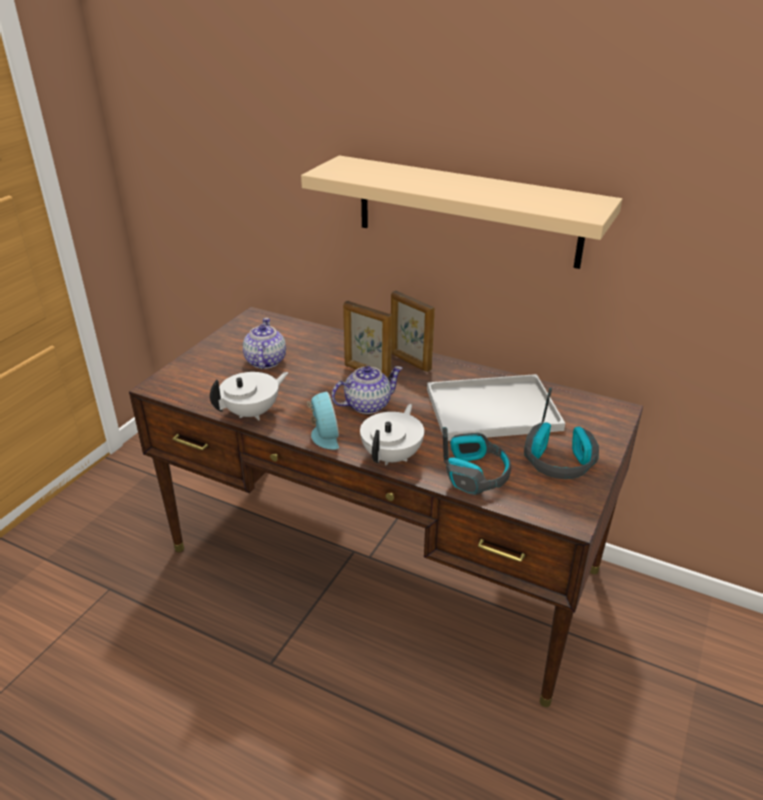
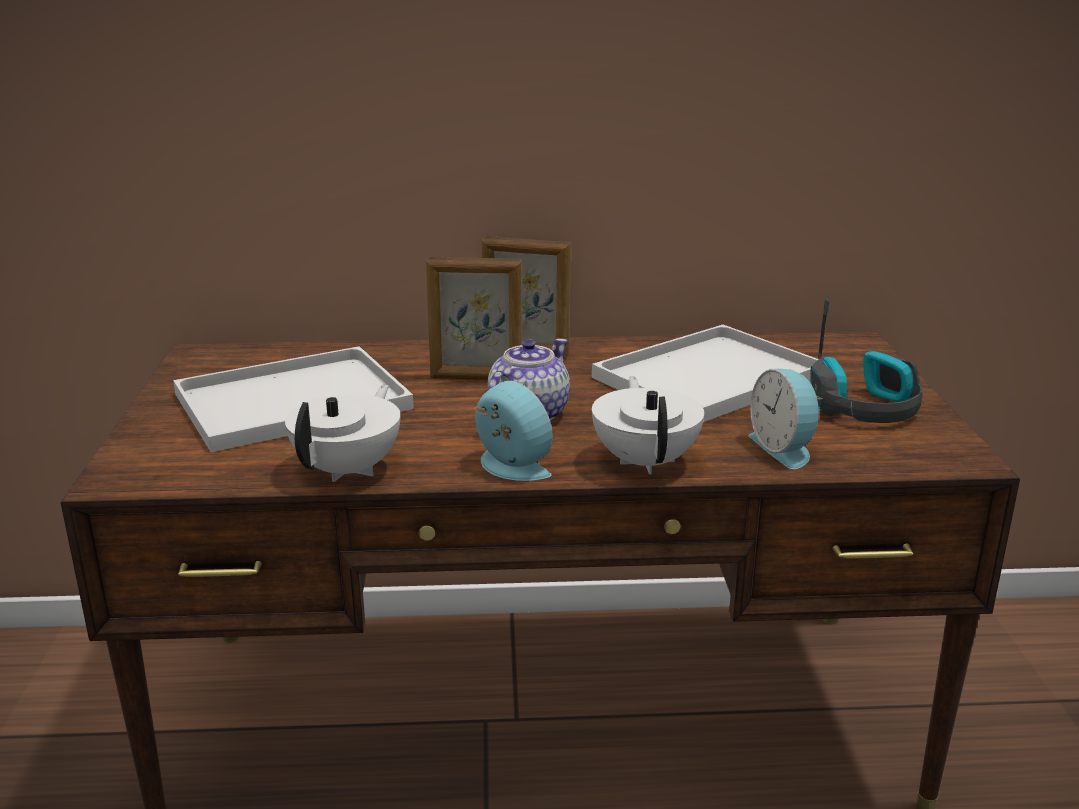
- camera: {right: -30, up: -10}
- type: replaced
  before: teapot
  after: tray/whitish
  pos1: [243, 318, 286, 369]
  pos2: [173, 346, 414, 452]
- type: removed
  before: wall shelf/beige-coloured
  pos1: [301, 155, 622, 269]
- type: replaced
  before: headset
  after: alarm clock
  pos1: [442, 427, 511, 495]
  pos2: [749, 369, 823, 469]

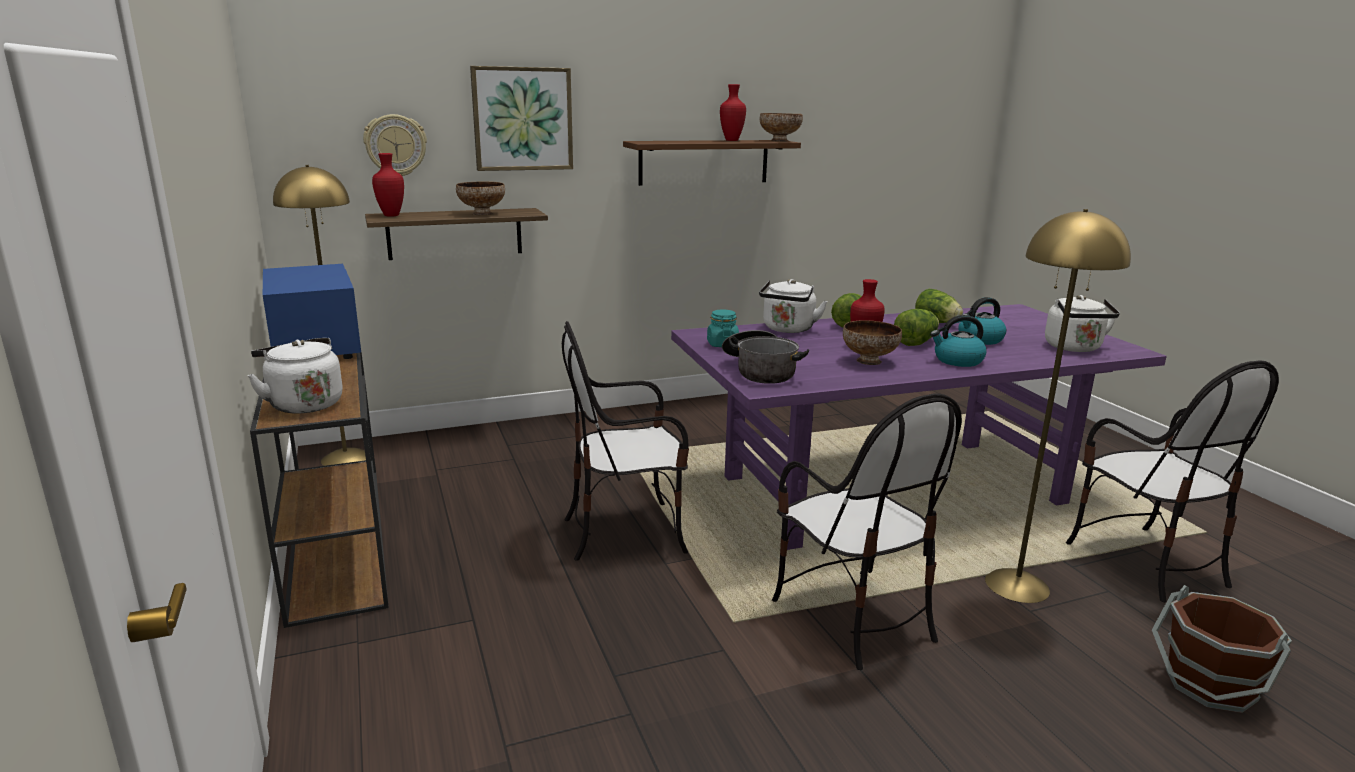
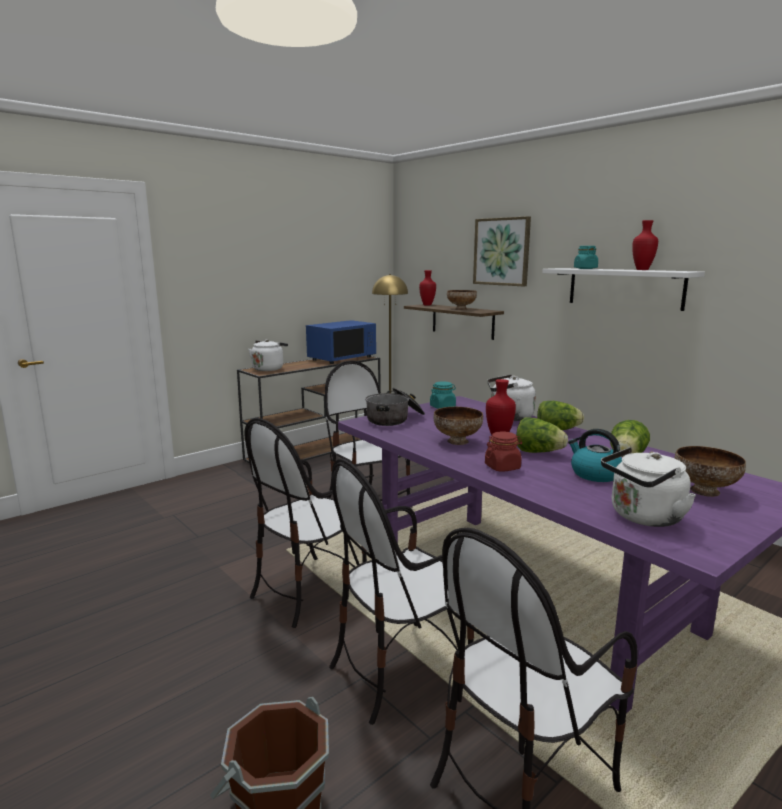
- camera: {right: 70, up: -5}
- type: removed
  before: wall clock
  pos1: [363, 114, 427, 176]
- type: recoloured
  before: wall shelf/brown-coloured
  after: wall shelf/whitish
  pos1: [623, 140, 801, 186]
  pos2: [542, 268, 705, 311]
- type: moved
  before: bowl
  pos1: [760, 113, 803, 142]
  pos2: [675, 446, 746, 497]
- type: replaced
  before: kettle
  after: preserve jar/red
  pos1: [930, 315, 987, 367]
  pos2: [485, 431, 522, 472]
- type: replaced
  before: floor lamp/yellowish
  after: plain chair
  pos1: [985, 209, 1131, 603]
  pos2: [329, 458, 474, 725]
- type: added
  after: preserve jar/turquoise-coloured
  pos2: [574, 246, 598, 269]

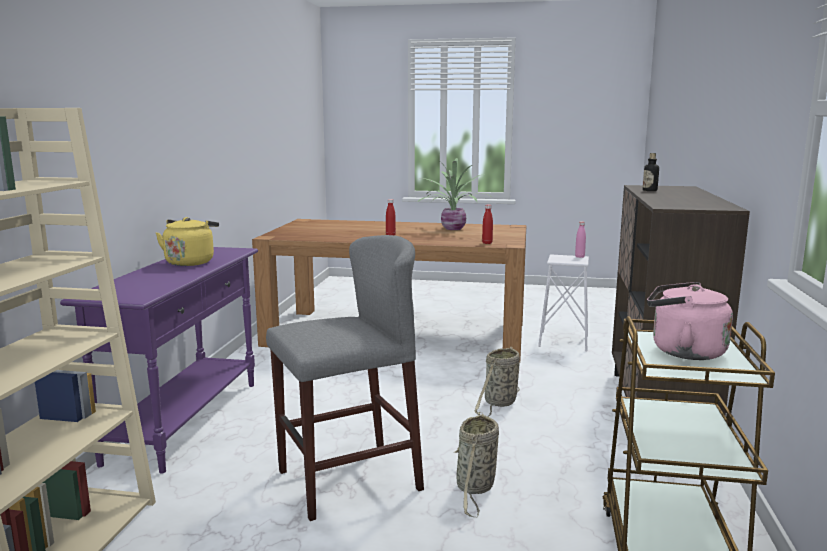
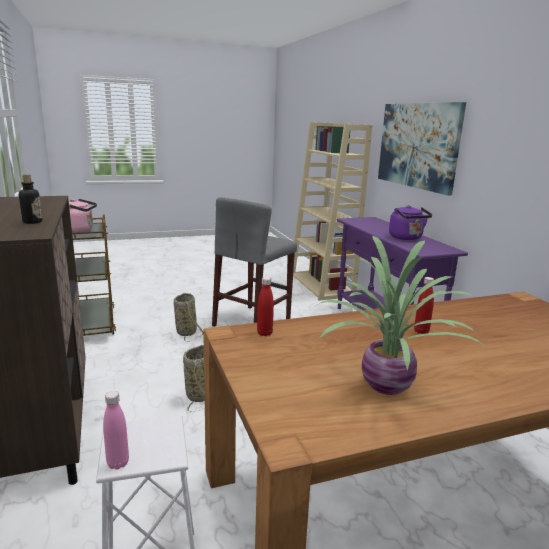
- camera: {right: 150, up: 5}
- type: recoloured
  before: kettle/yellowish
  after: kettle/purplish
  pos1: [156, 217, 219, 266]
  pos2: [389, 205, 432, 240]
- type: added
  after: picture
  pos2: [378, 102, 466, 195]

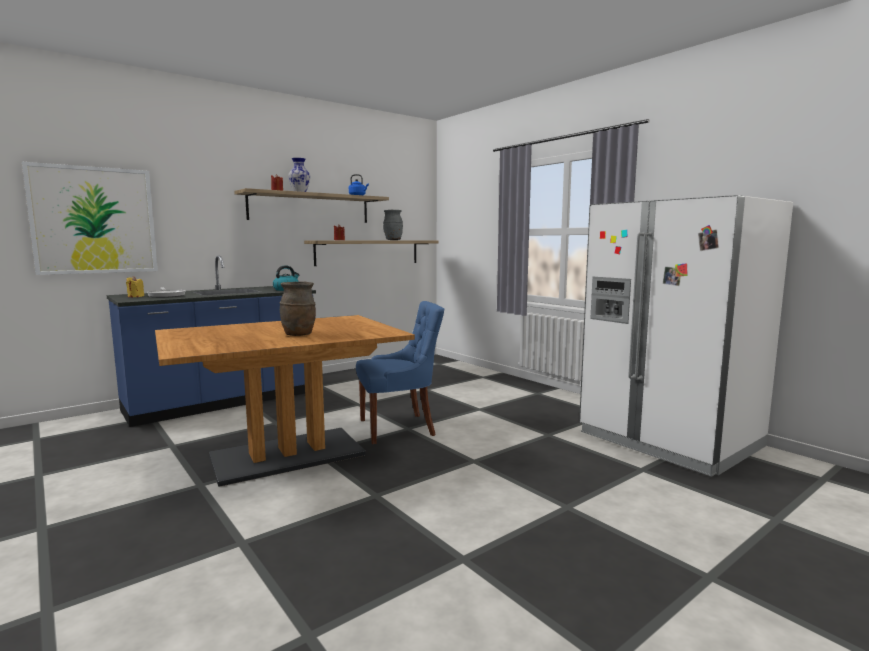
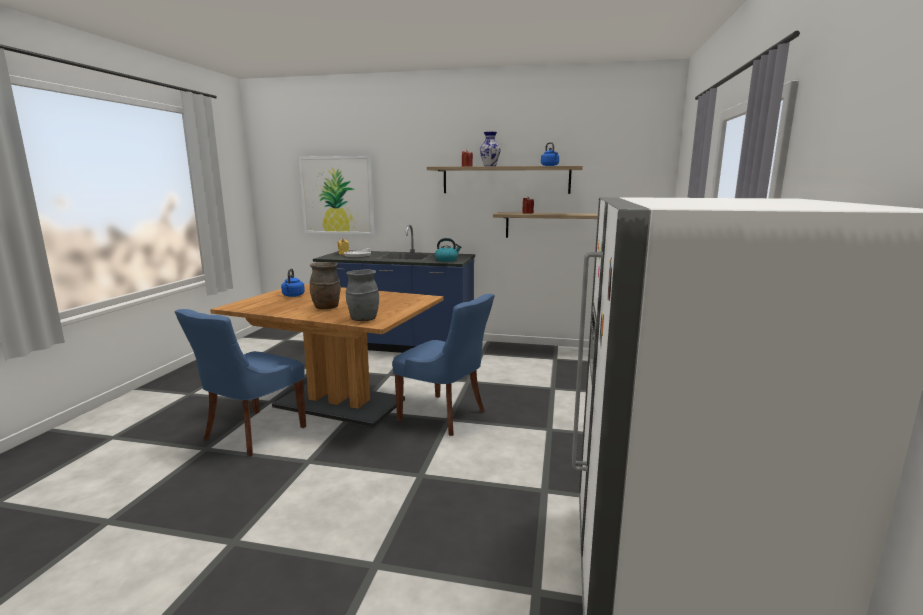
- camera: {right: 50, up: 5}
- type: moved
  before: flower vase/grey
  pos1: [383, 210, 403, 240]
  pos2: [346, 269, 379, 321]
- type: added
  after: plain chair/bluish
  pos2: [175, 309, 306, 457]
- type: added
  after: kettle/bluish
  pos2: [281, 269, 305, 297]

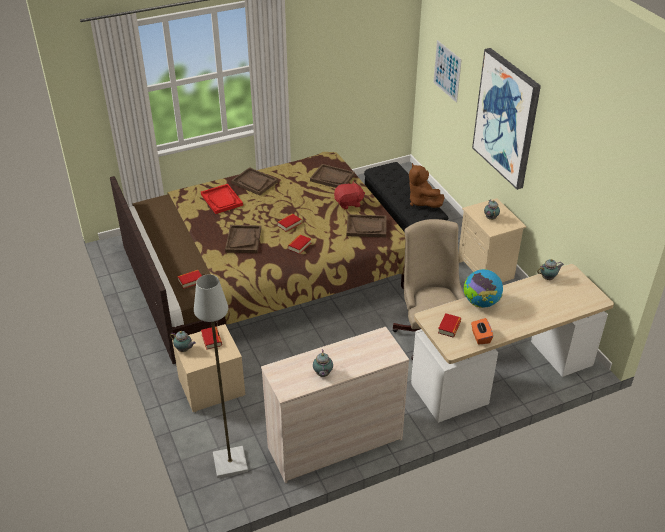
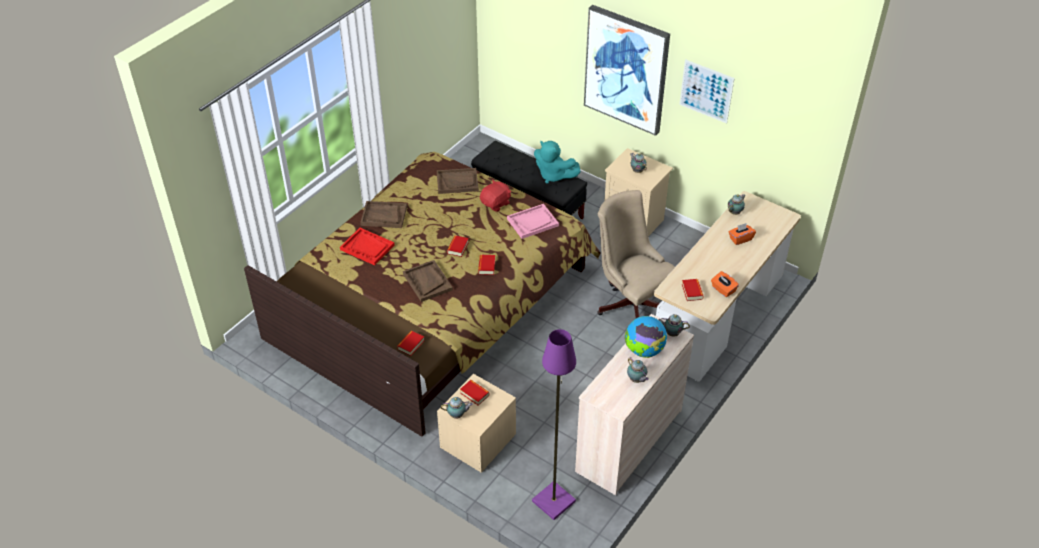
- camera: {right: -30, up: 5}
- type: recoloured
  before: floor lamp/grey
  after: floor lamp/purplish
  pos1: [194, 274, 248, 478]
  pos2: [532, 329, 576, 520]
- type: recoloured
  before: tray/brown-coloured
  after: tray/pinkish
  pos1: [346, 214, 386, 237]
  pos2: [507, 204, 559, 239]
- type: recoloured
  before: cuddly toy/brown-coloured
  after: cuddly toy/turquoise-coloured
  pos1: [409, 163, 445, 208]
  pos2: [534, 141, 581, 184]
- type: moved
  before: picture
  pos1: [433, 40, 462, 103]
  pos2: [679, 59, 734, 124]
- type: moved
  before: world globe
  pos1: [463, 269, 503, 308]
  pos2: [625, 316, 667, 358]
- type: added
  after: teapot
  pos2: [658, 314, 690, 337]
- type: added
  after: tissue box/orange
  pos2: [729, 223, 756, 245]

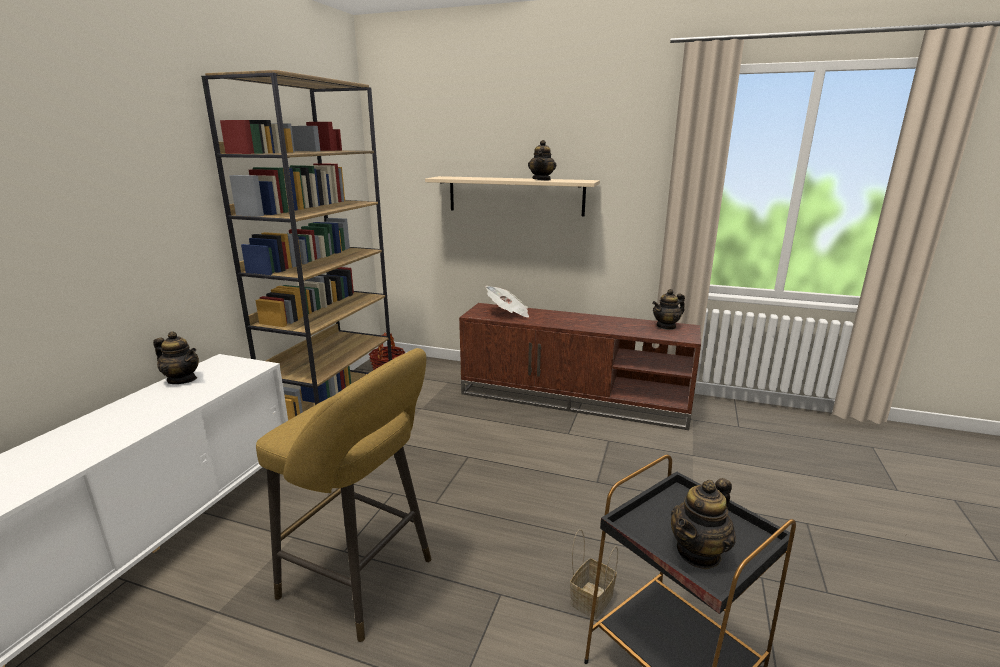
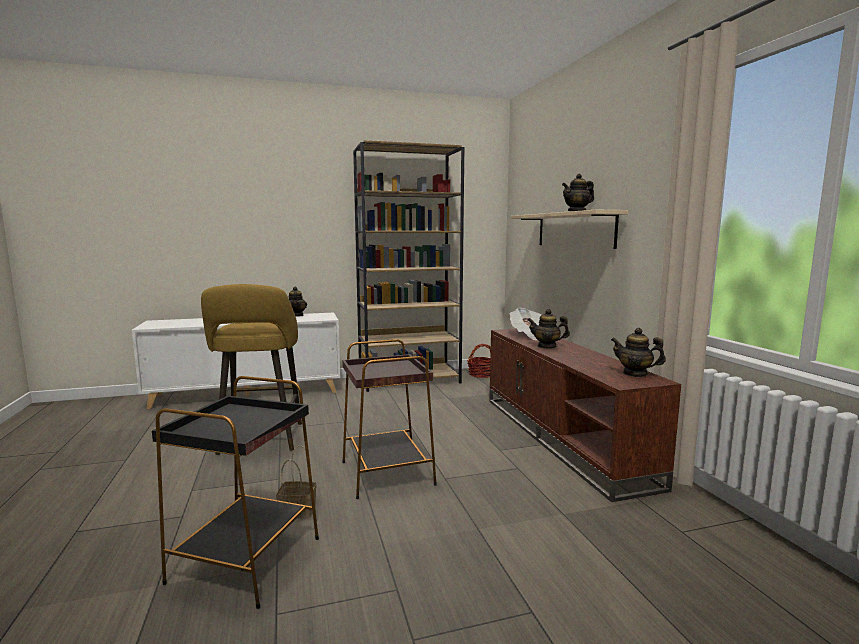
- camera: {right: 55, up: -10}
- type: moved
  before: teapot
  pos1: [671, 478, 736, 570]
  pos2: [528, 309, 570, 349]
- type: added
  after: side table/brown-coloured
  pos2: [342, 339, 437, 499]

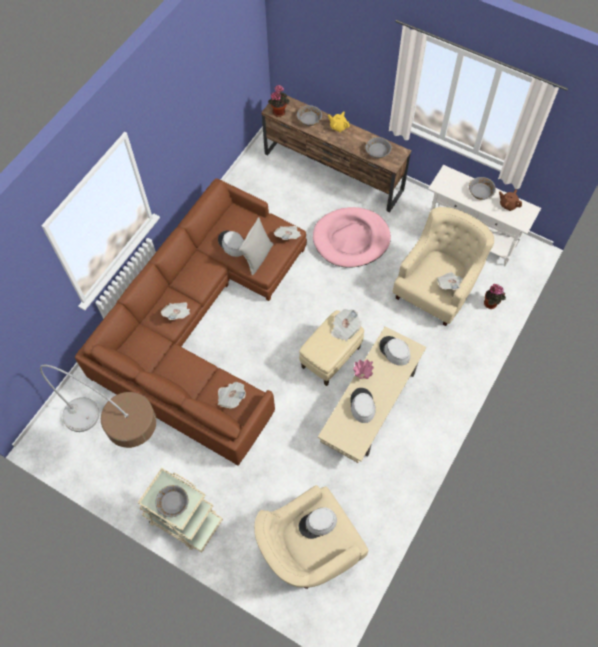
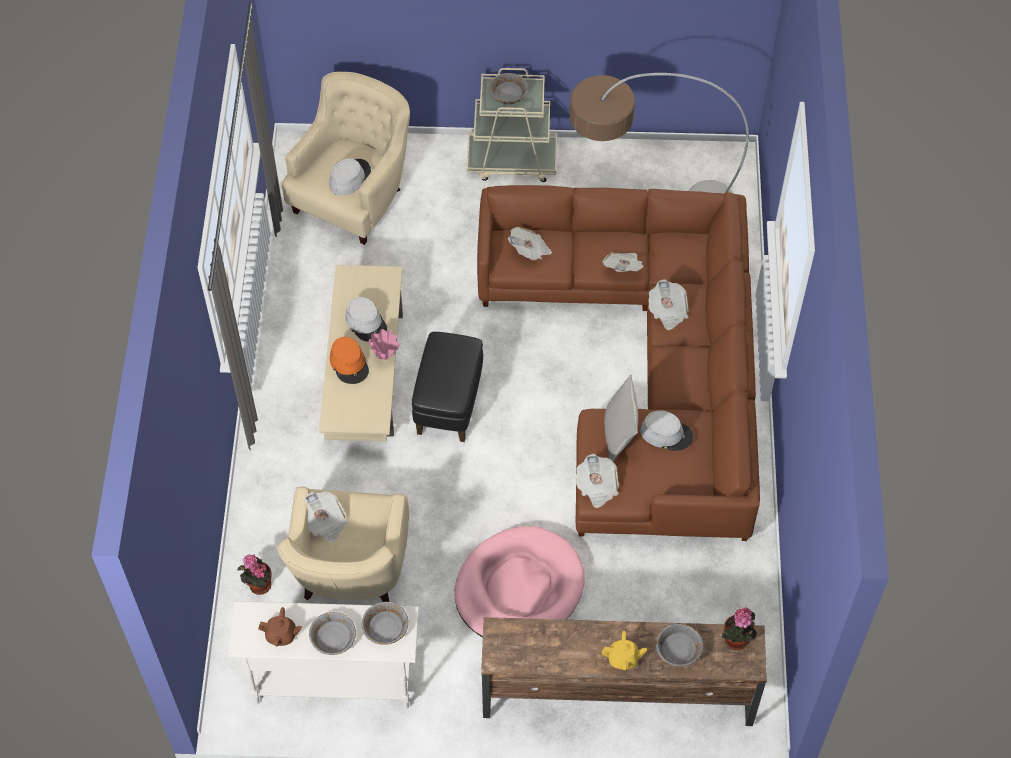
- camera: {right: 150, up: -5}
- type: recoloured
  before: pouffe/beige-coloured
  after: pouffe/black
  pos1: [299, 310, 364, 386]
  pos2: [412, 332, 483, 442]
- type: moved
  before: daily paper
  pos1: [331, 309, 361, 341]
  pos2: [602, 253, 644, 272]
- type: moved
  before: bowl/grey
  pos1: [365, 137, 392, 158]
  pos2: [362, 602, 408, 645]
- type: removed
  before: clothing hat/grey
  pos1: [379, 336, 410, 366]
- type: added
  after: clothing hat/orange
  pos2: [330, 337, 369, 384]

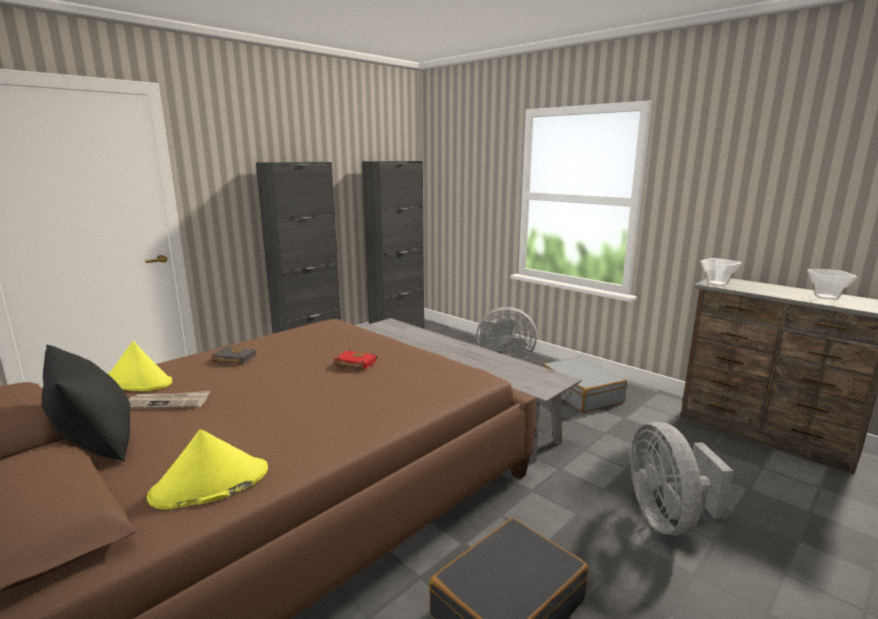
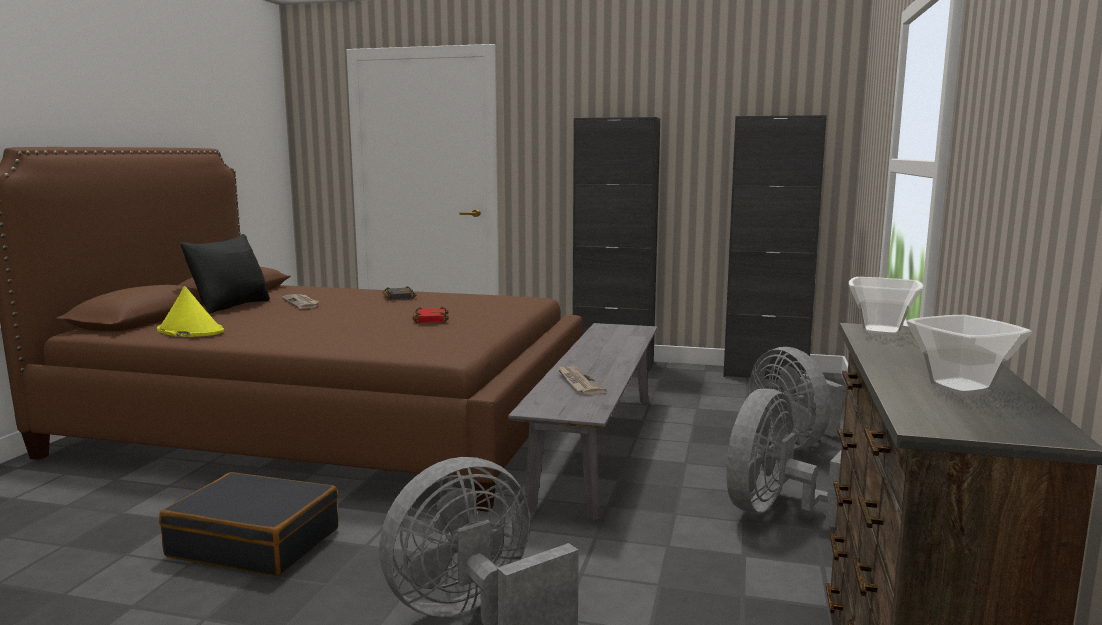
- camera: {right: 60, up: -5}
- type: removed
  before: clothing hat/yellowish
  pos1: [107, 341, 172, 391]
- type: replaced
  before: piece of luggage/grey
  after: cooling fan/grey
  pos1: [542, 356, 627, 413]
  pos2: [726, 389, 841, 528]
- type: added
  after: daily paper
  pos2: [557, 366, 607, 395]

